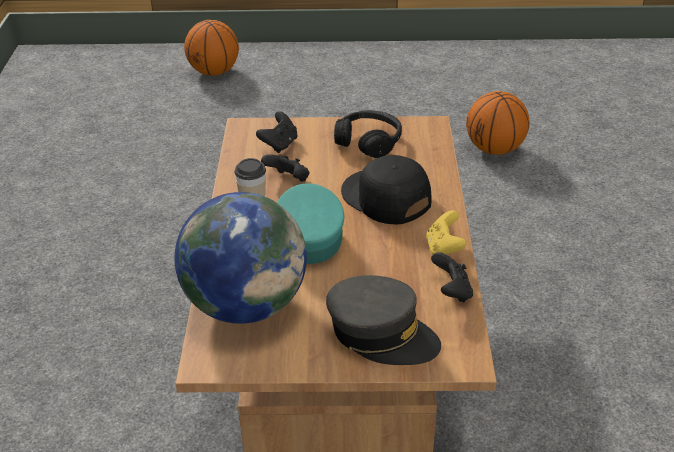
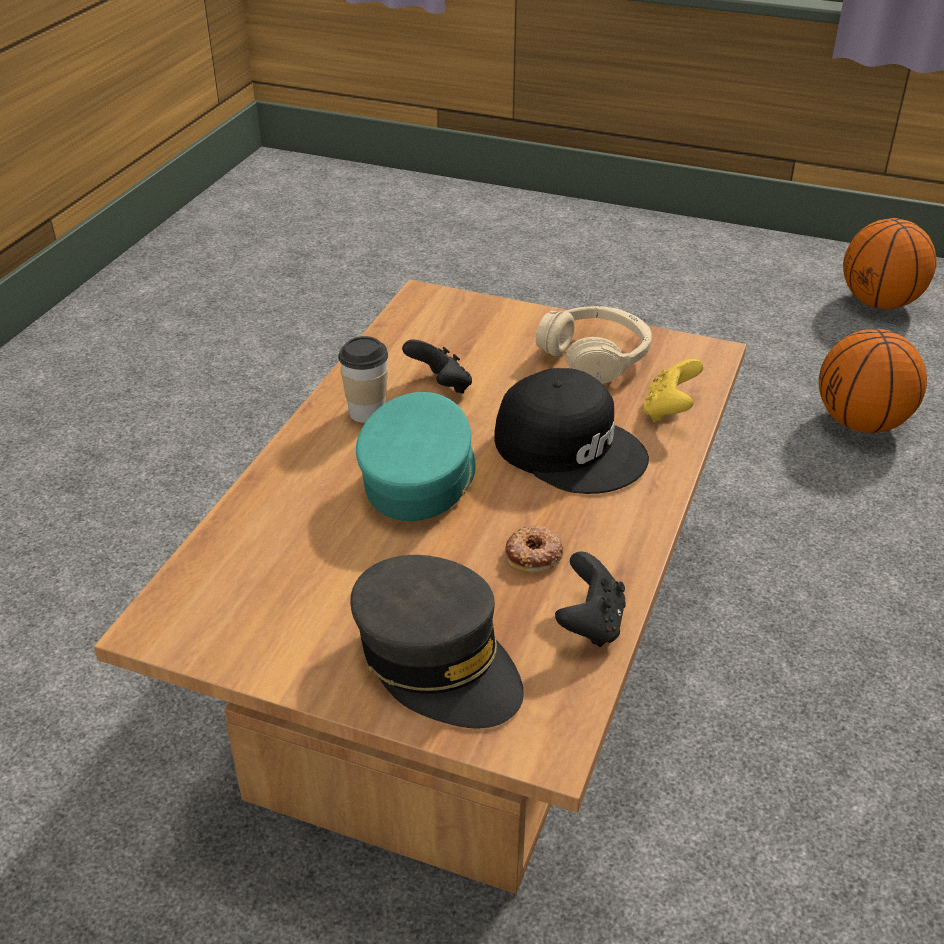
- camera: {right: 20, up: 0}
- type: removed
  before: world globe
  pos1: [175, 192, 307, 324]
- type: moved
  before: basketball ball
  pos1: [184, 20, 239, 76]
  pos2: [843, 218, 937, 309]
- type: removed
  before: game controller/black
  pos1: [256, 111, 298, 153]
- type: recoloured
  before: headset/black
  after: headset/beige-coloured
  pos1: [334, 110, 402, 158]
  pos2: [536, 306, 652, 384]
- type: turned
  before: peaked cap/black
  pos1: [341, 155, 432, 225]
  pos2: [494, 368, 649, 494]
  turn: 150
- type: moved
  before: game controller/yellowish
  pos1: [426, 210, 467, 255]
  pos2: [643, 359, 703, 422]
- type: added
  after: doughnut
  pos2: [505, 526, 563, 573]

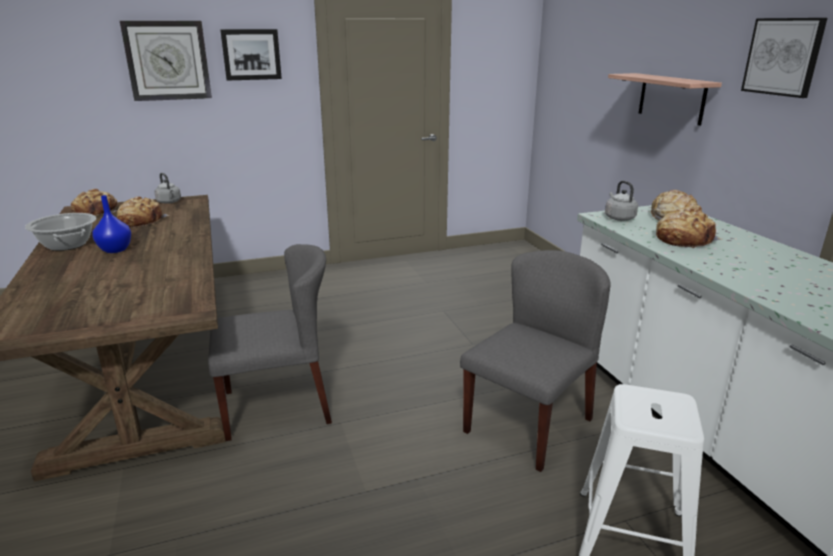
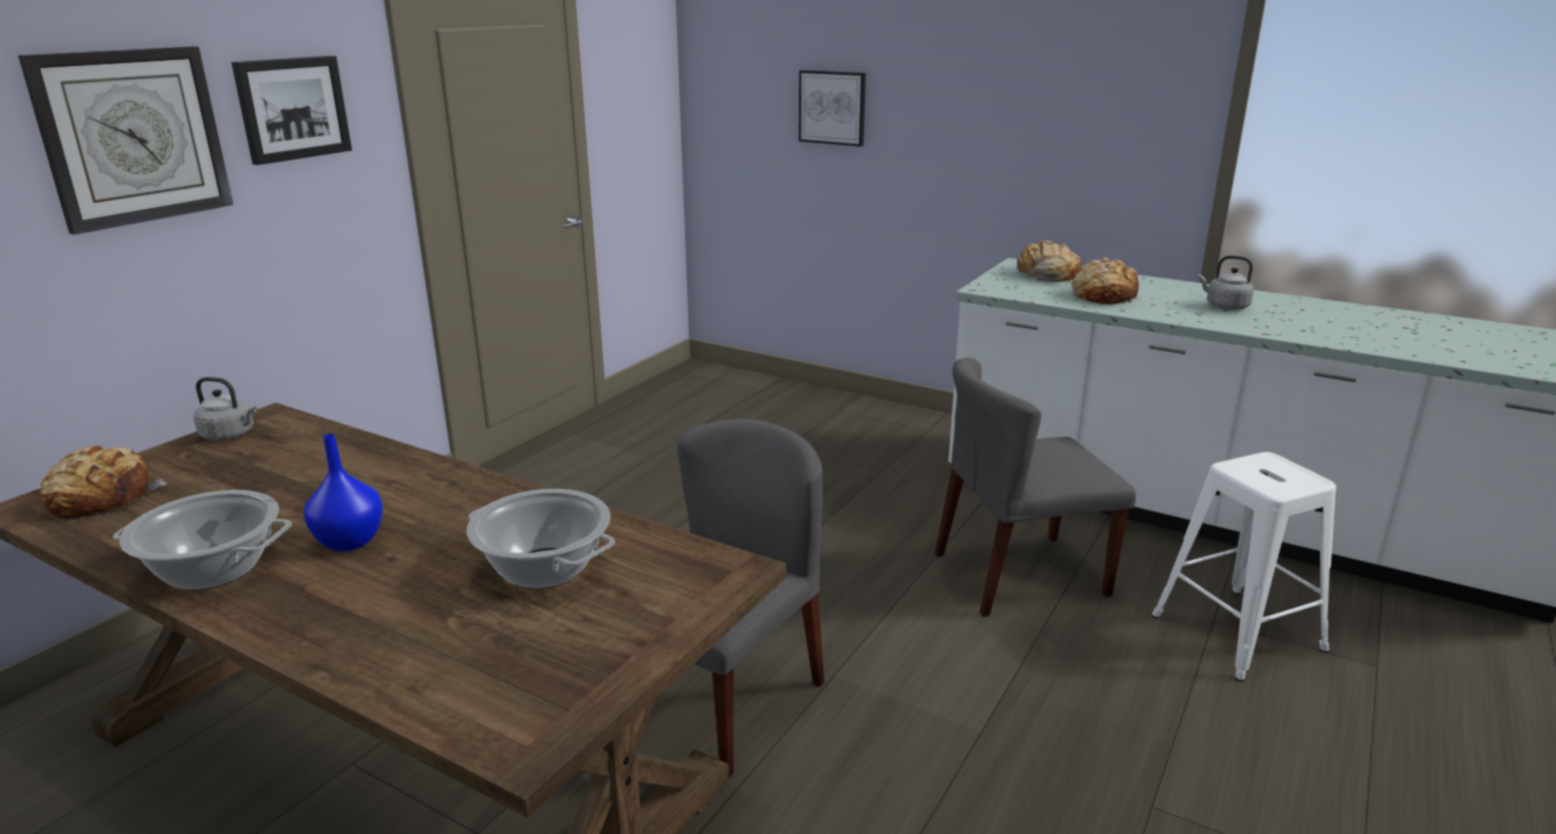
- camera: {right: -40, up: 0}
- type: removed
  before: bakery bread
  pos1: [117, 196, 169, 227]
- type: turned
  before: plain chair/grey
  pos1: [460, 250, 611, 472]
  pos2: [935, 357, 1136, 617]
  turn: -105
- type: moved
  before: kettle/grey
  pos1: [605, 181, 638, 221]
  pos2: [1198, 255, 1254, 310]
- type: removed
  before: wall shelf
  pos1: [608, 73, 722, 126]
- type: moved
  before: picture
  pos1: [741, 18, 827, 98]
  pos2: [799, 70, 866, 147]
- type: added
  after: cooking pot
  pos2: [467, 489, 615, 589]

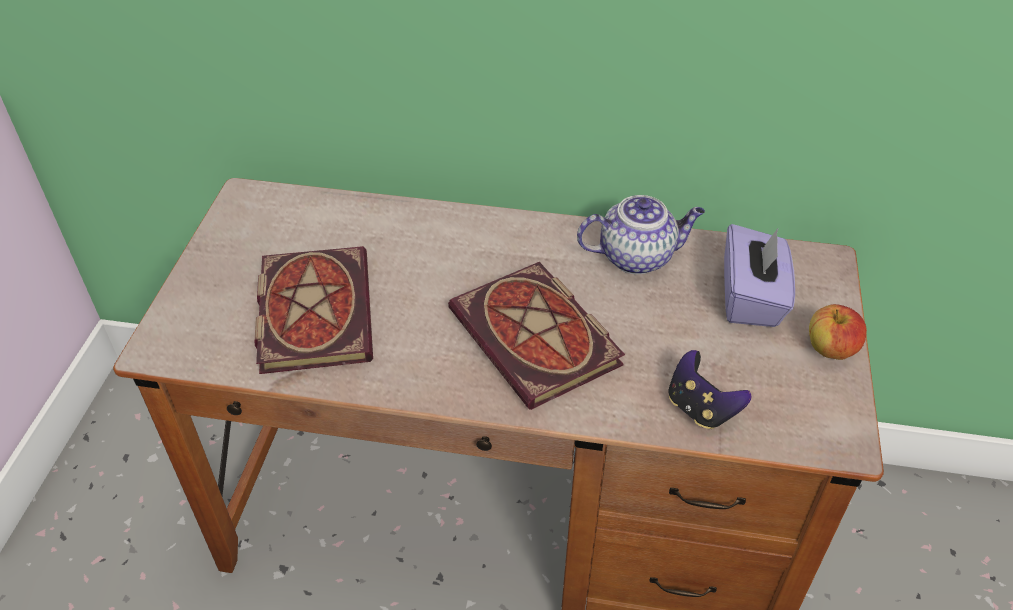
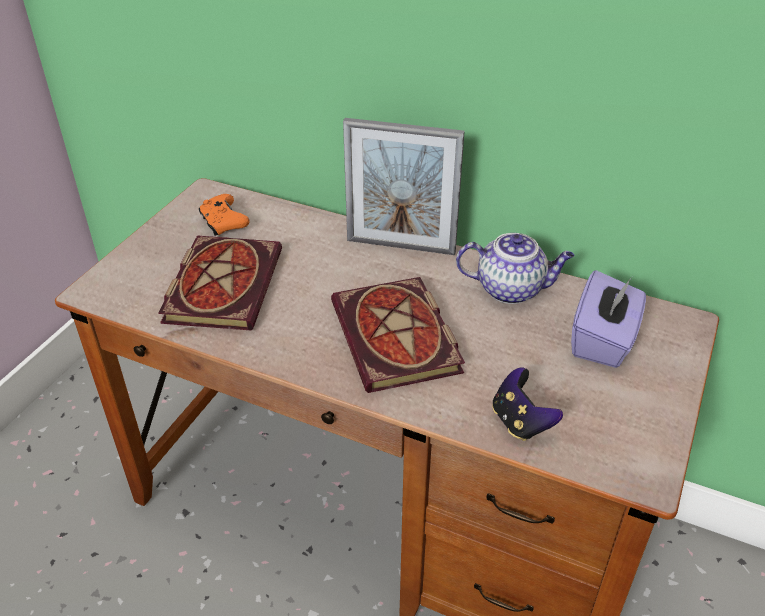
- camera: {right: 15, up: -5}
- type: removed
  before: apple
  pos1: [809, 304, 867, 360]
- type: added
  after: game controller/orange
  pos2: [199, 194, 250, 236]
- type: added
  after: picture frame
  pos2: [343, 118, 465, 255]

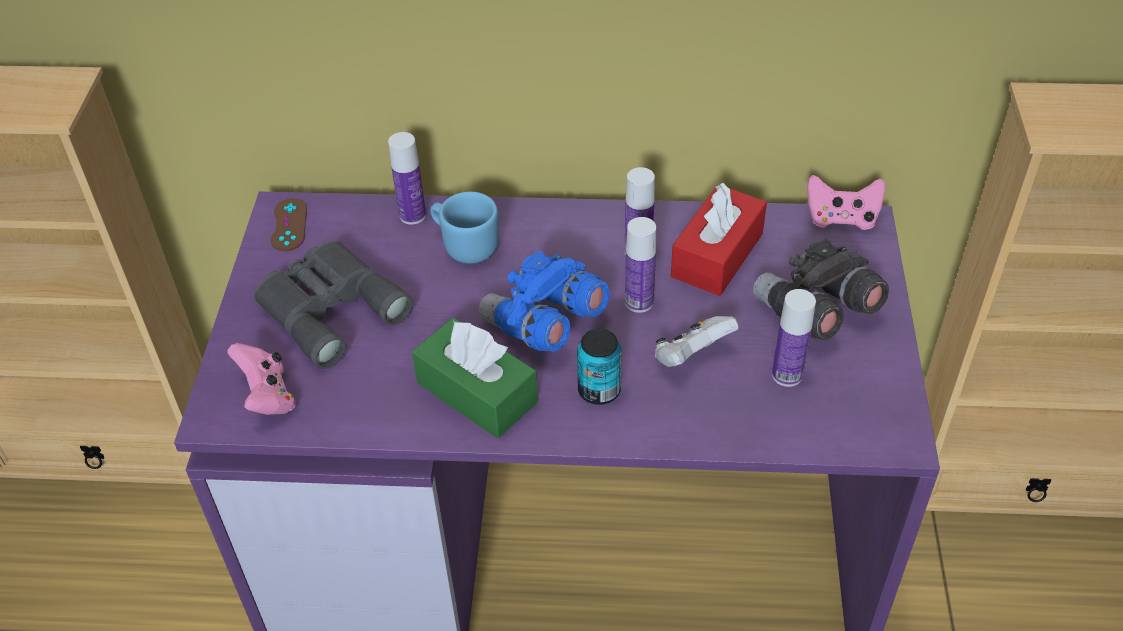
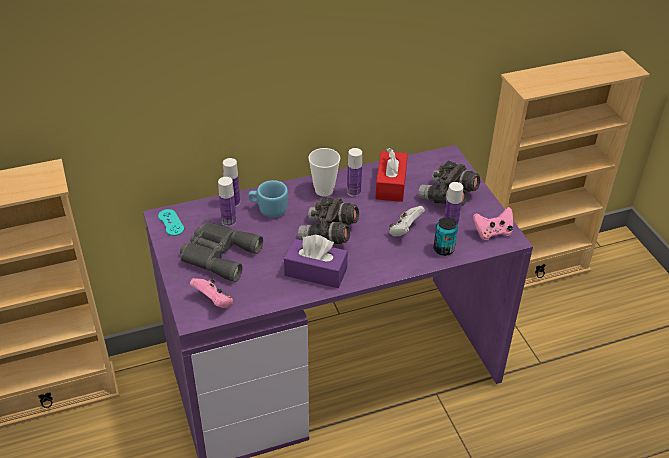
- camera: {right: -25, up: -5}
- type: recoloured
  before: game controller/brown-coloured
  after: game controller/turquoise-coloured
  pos1: [271, 198, 307, 251]
  pos2: [158, 209, 184, 236]
- type: recoloured
  before: tissue box/green
  after: tissue box/purplish
  pos1: [412, 318, 538, 438]
  pos2: [284, 235, 348, 288]
- type: recoloured
  before: binoculars/bluish
  after: binoculars/grey
  pos1: [479, 251, 610, 352]
  pos2: [298, 197, 359, 244]
- type: moved
  before: sealed can
  pos1: [577, 329, 622, 405]
  pos2: [434, 217, 458, 256]
- type: moved
  before: bottle
  pos1: [625, 217, 656, 313]
  pos2: [218, 177, 236, 227]
- type: moved
  before: game controller/pinkish
  pos1: [807, 175, 885, 230]
  pos2: [473, 207, 513, 240]
- type: added
  after: small cup
  pos2: [308, 148, 340, 196]

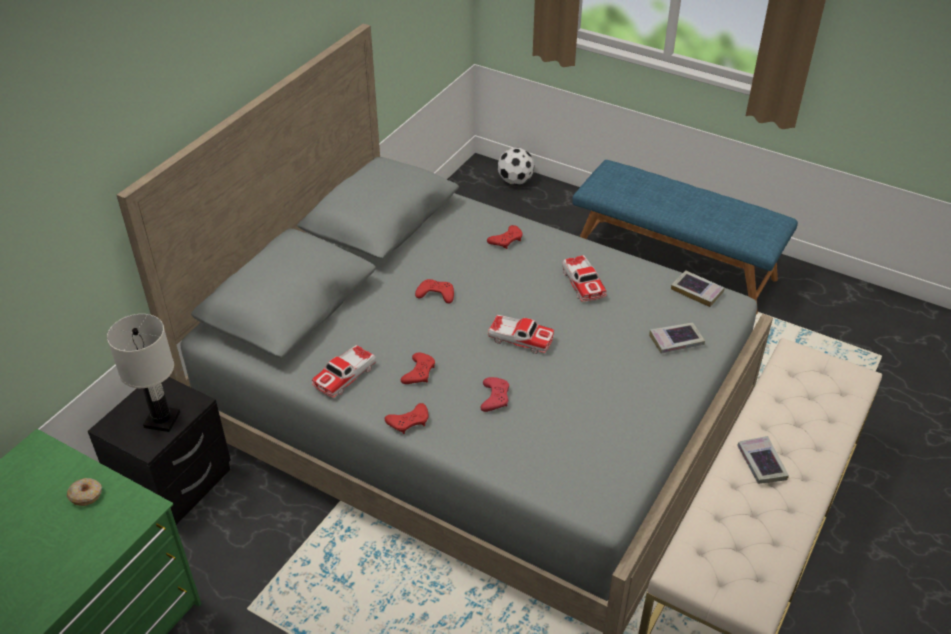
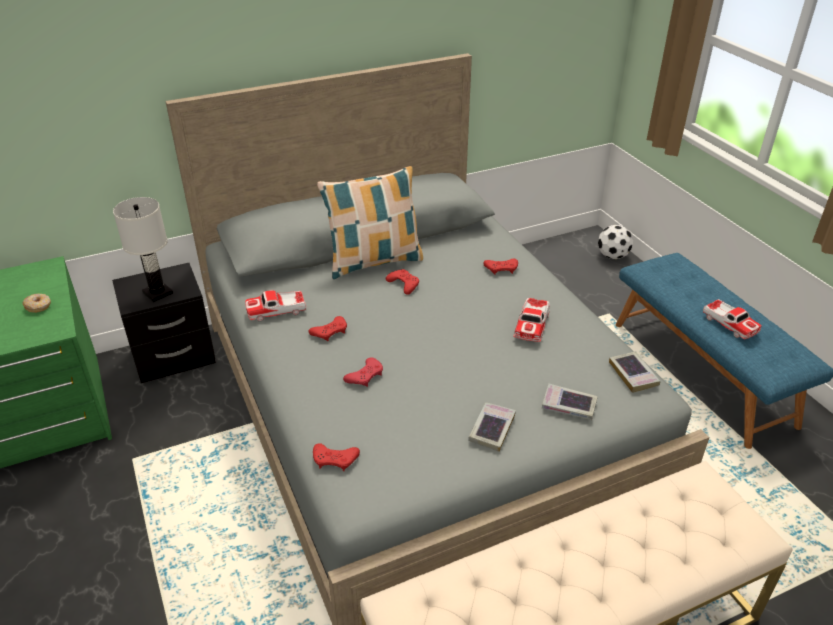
- camera: {right: 35, up: -5}
- type: moved
  before: game controller/red
  pos1: [385, 403, 428, 434]
  pos2: [313, 443, 360, 471]
- type: moved
  before: miniature car
  pos1: [488, 315, 554, 354]
  pos2: [703, 299, 762, 339]
- type: moved
  before: book
  pos1: [737, 436, 789, 484]
  pos2: [468, 402, 516, 452]
- type: added
  after: throw pillow
  pos2: [317, 166, 423, 279]

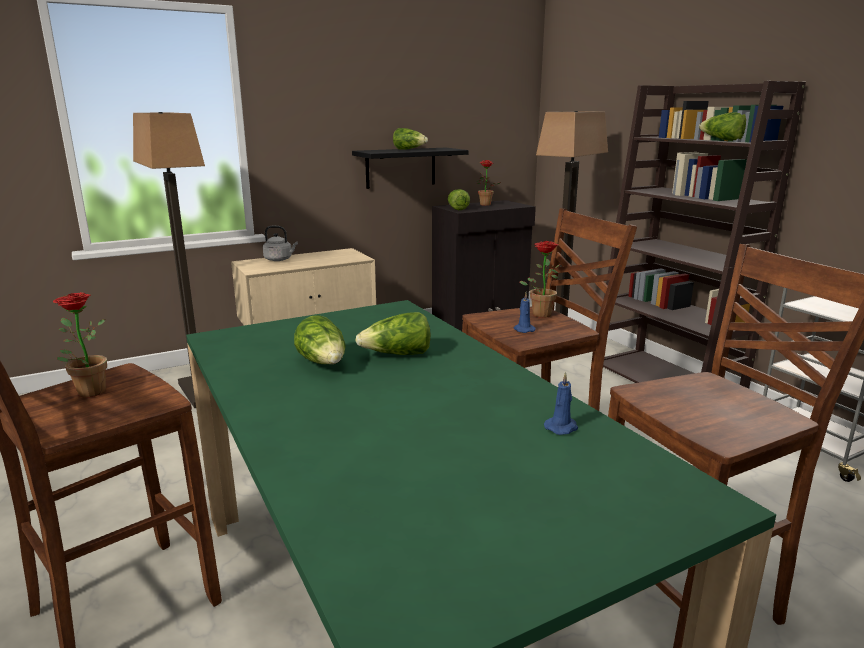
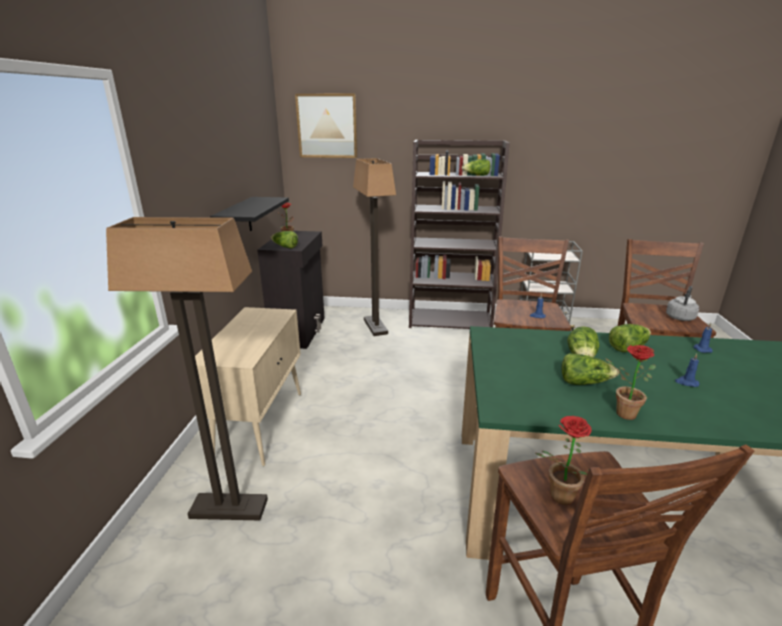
- camera: {right: -55, up: 5}
- type: moved
  before: kettle/grey
  pos1: [263, 226, 298, 261]
  pos2: [666, 286, 699, 321]
- type: moved
  before: lettuce head
  pos1: [393, 128, 428, 150]
  pos2: [609, 324, 651, 352]
- type: moved
  before: potted plant
  pos1: [520, 241, 560, 318]
  pos2: [605, 345, 656, 420]
- type: added
  after: picture
  pos2: [295, 94, 358, 158]
- type: added
  after: wax light/bluish
  pos2: [675, 353, 700, 387]

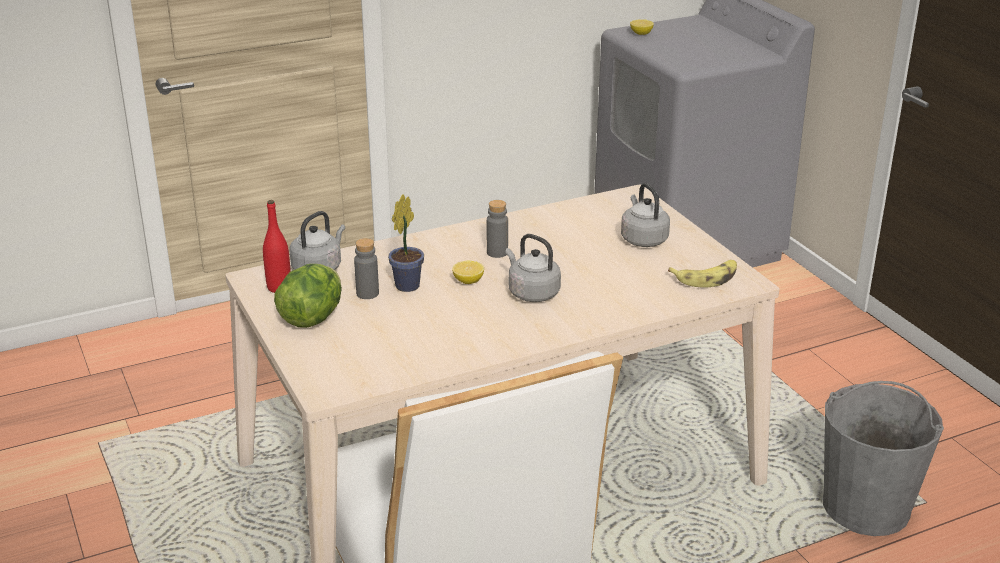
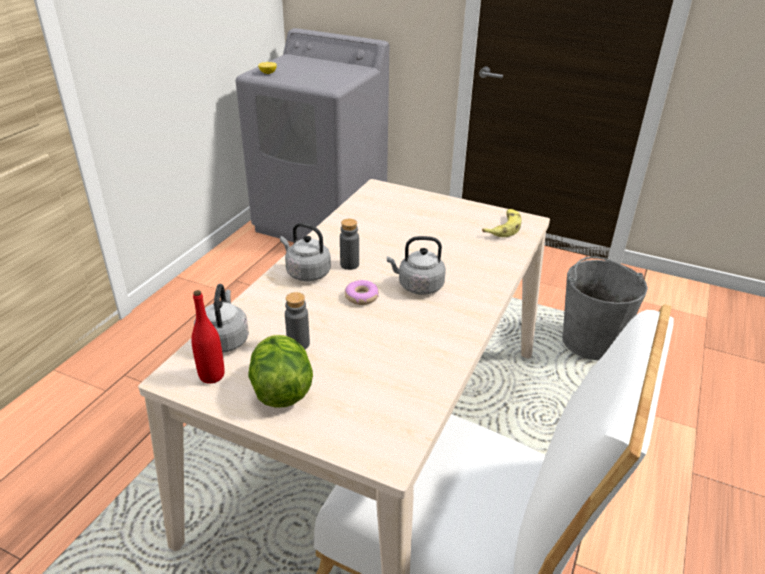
- camera: {right: -40, up: 5}
- type: removed
  before: potted plant
  pos1: [388, 194, 424, 292]
- type: replaced
  before: lemon
  after: doughnut
  pos1: [452, 261, 484, 284]
  pos2: [345, 280, 379, 305]
- type: moved
  before: kettle/grey
  pos1: [621, 183, 670, 247]
  pos2: [280, 223, 331, 281]

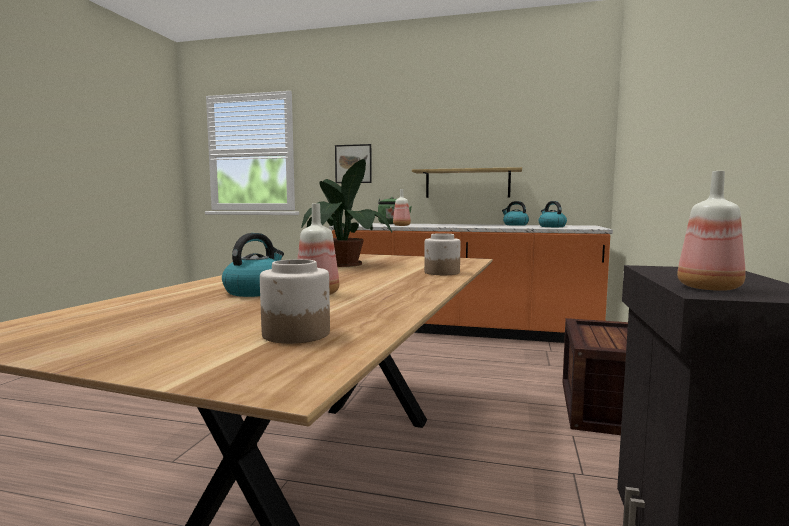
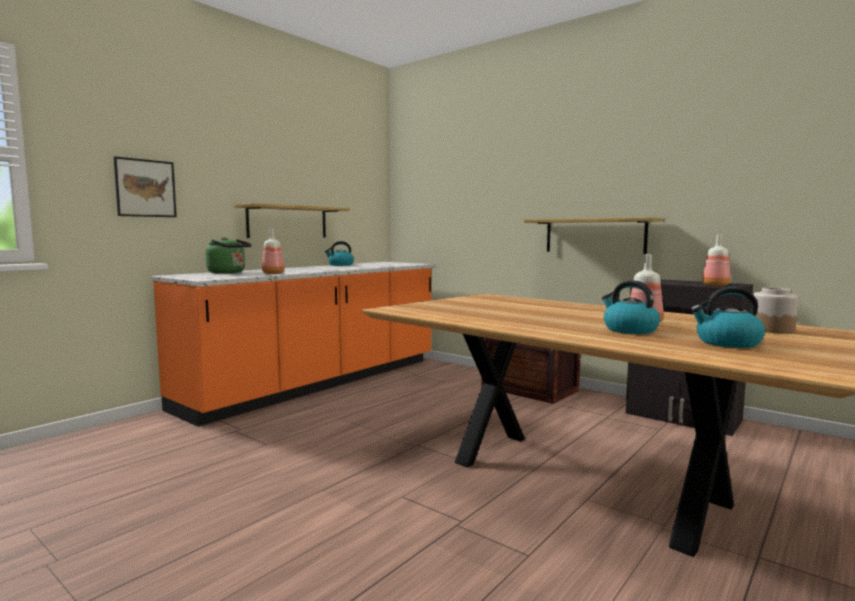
- camera: {right: -65, up: 0}
- type: removed
  before: potted plant
  pos1: [301, 159, 392, 267]
- type: removed
  before: preserve jar
  pos1: [424, 233, 460, 275]
- type: moved
  before: kettle
  pos1: [538, 201, 567, 227]
  pos2: [690, 287, 765, 348]
- type: added
  after: wall shelf
  pos2: [524, 217, 663, 254]

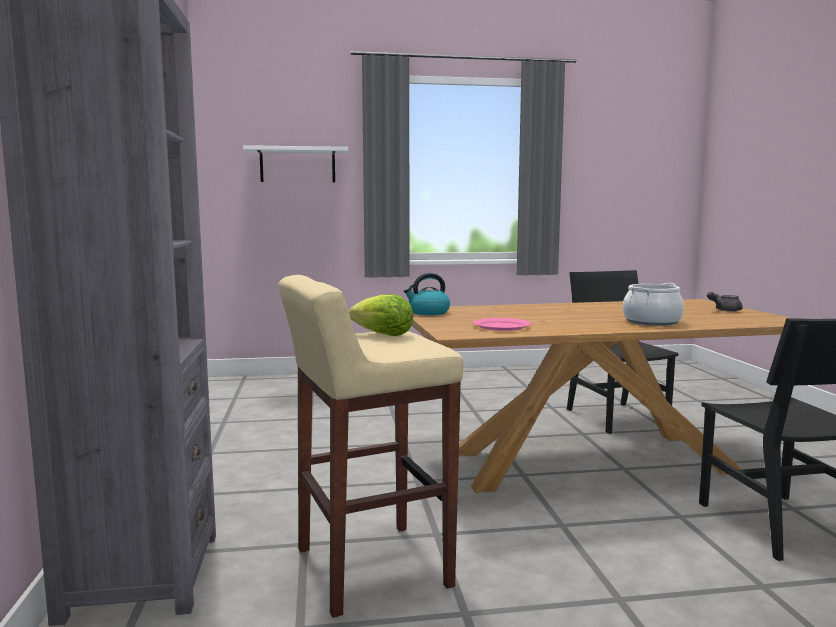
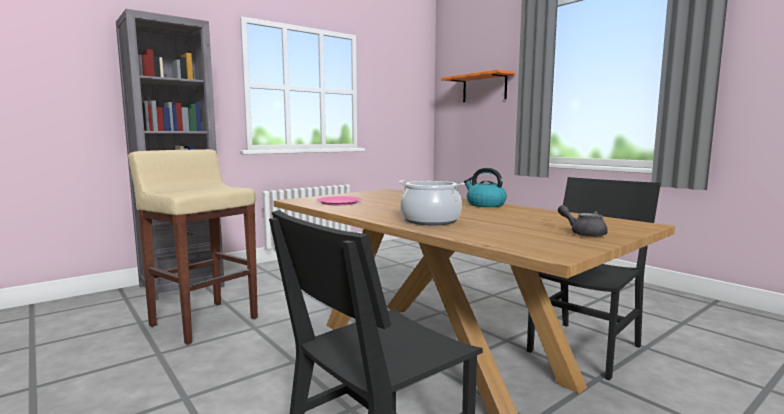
- camera: {right: 60, up: 0}
- type: recoloured
  before: wall shelf/whitish
  after: wall shelf/orange
  pos1: [243, 145, 348, 183]
  pos2: [441, 70, 515, 102]
- type: removed
  before: lettuce head
  pos1: [349, 294, 413, 336]
- type: moved
  before: kettle
  pos1: [404, 273, 450, 315]
  pos2: [464, 168, 507, 207]

